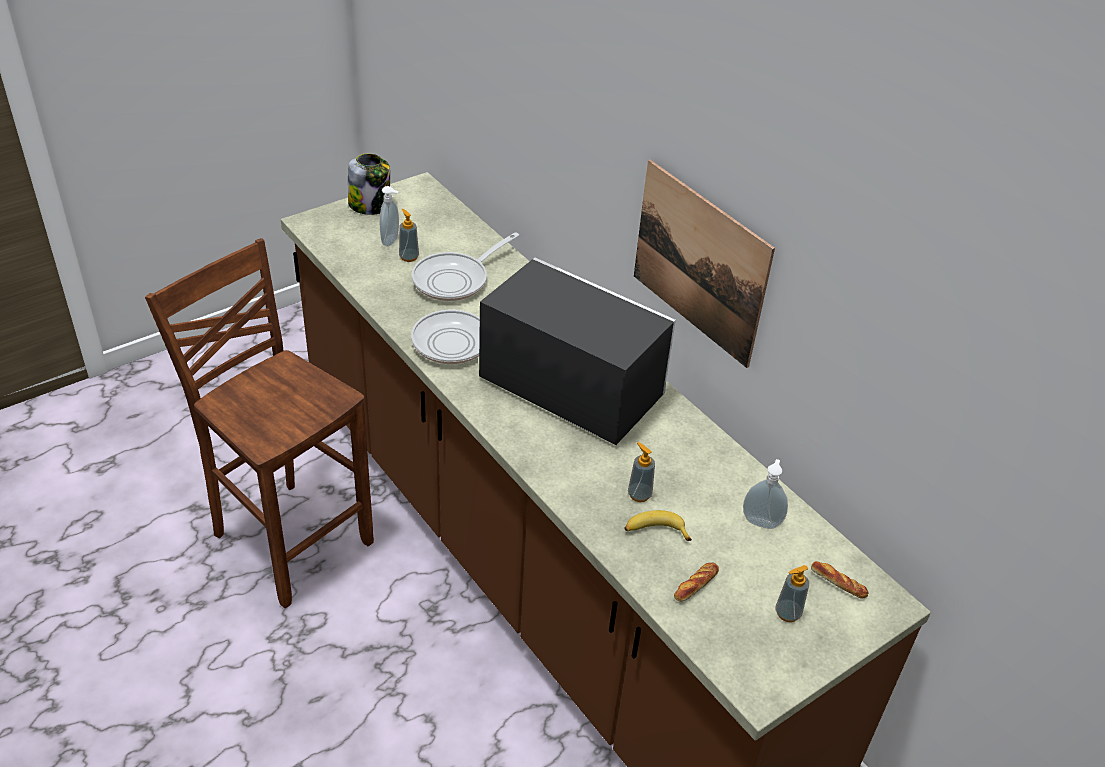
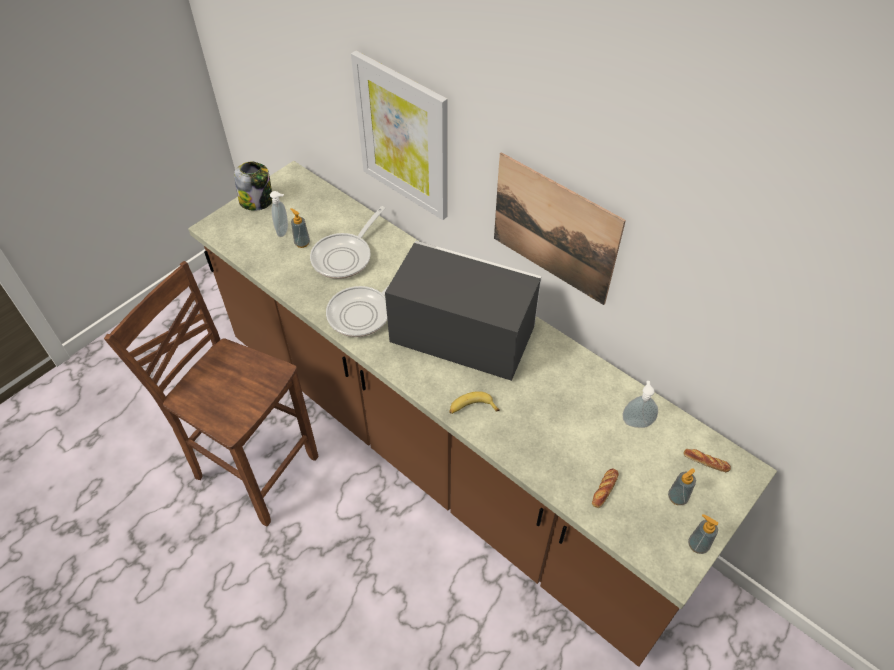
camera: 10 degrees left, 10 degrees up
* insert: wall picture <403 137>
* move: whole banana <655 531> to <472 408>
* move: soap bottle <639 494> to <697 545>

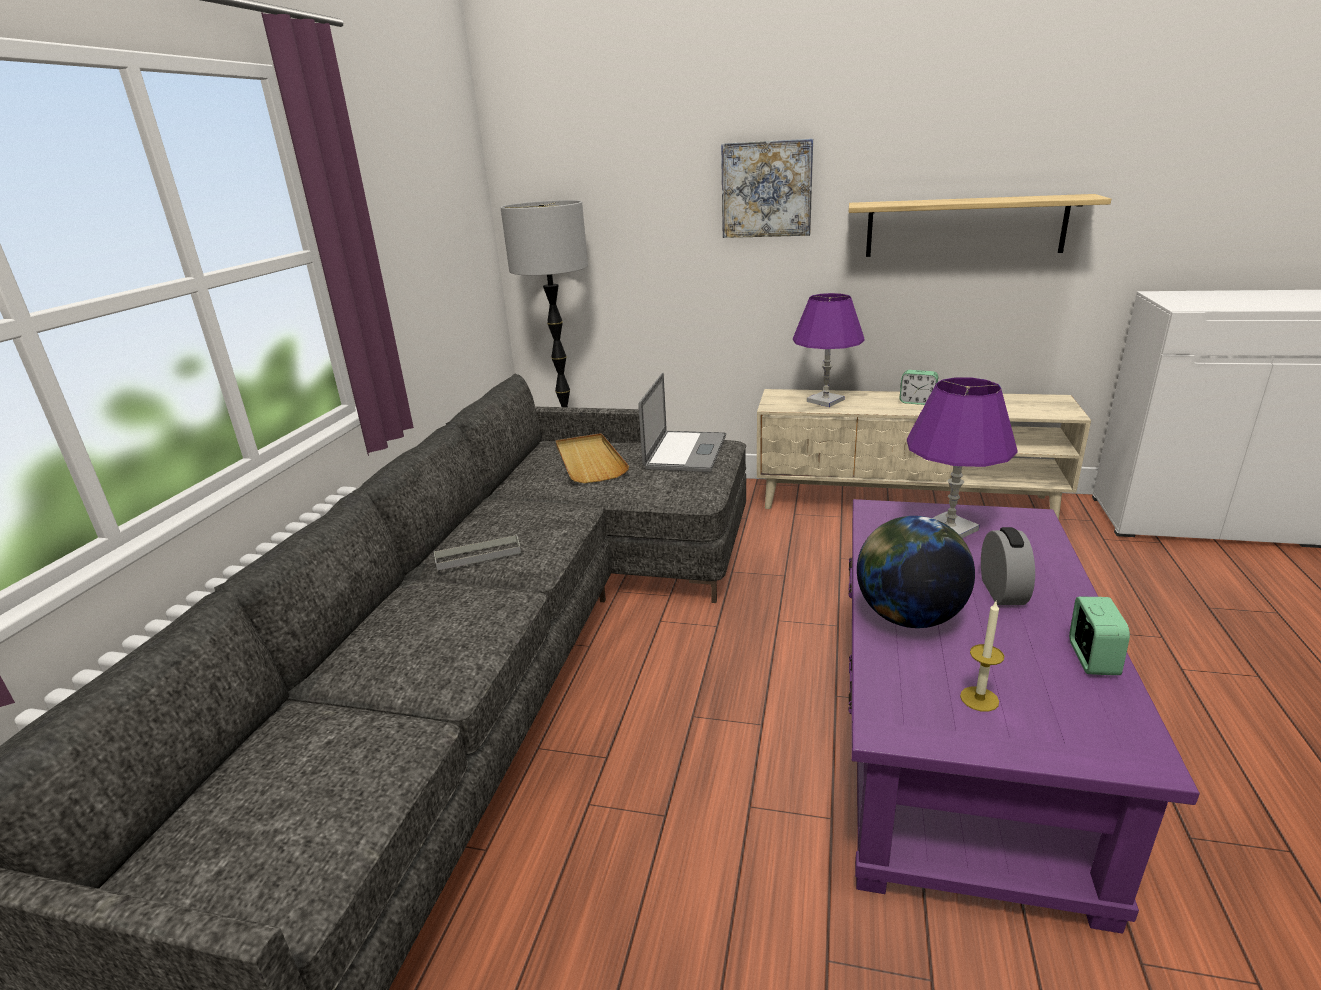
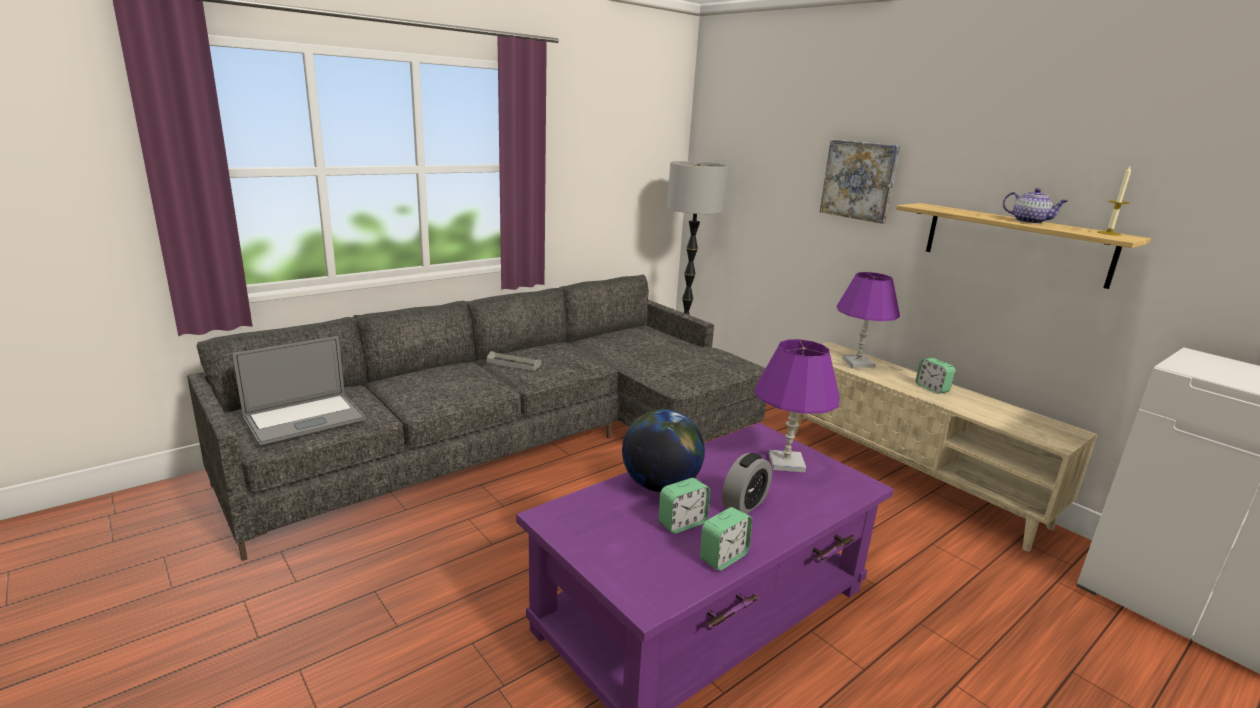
camera: 35 degrees right, 5 degrees down
* move: laptop <685 451> to <305 419>
* insert: table clock <682 523>
* insert: pot for tea <1030 222>
* move: candle <979 699> to <1109 233>
* delete: beige tray <589 461>

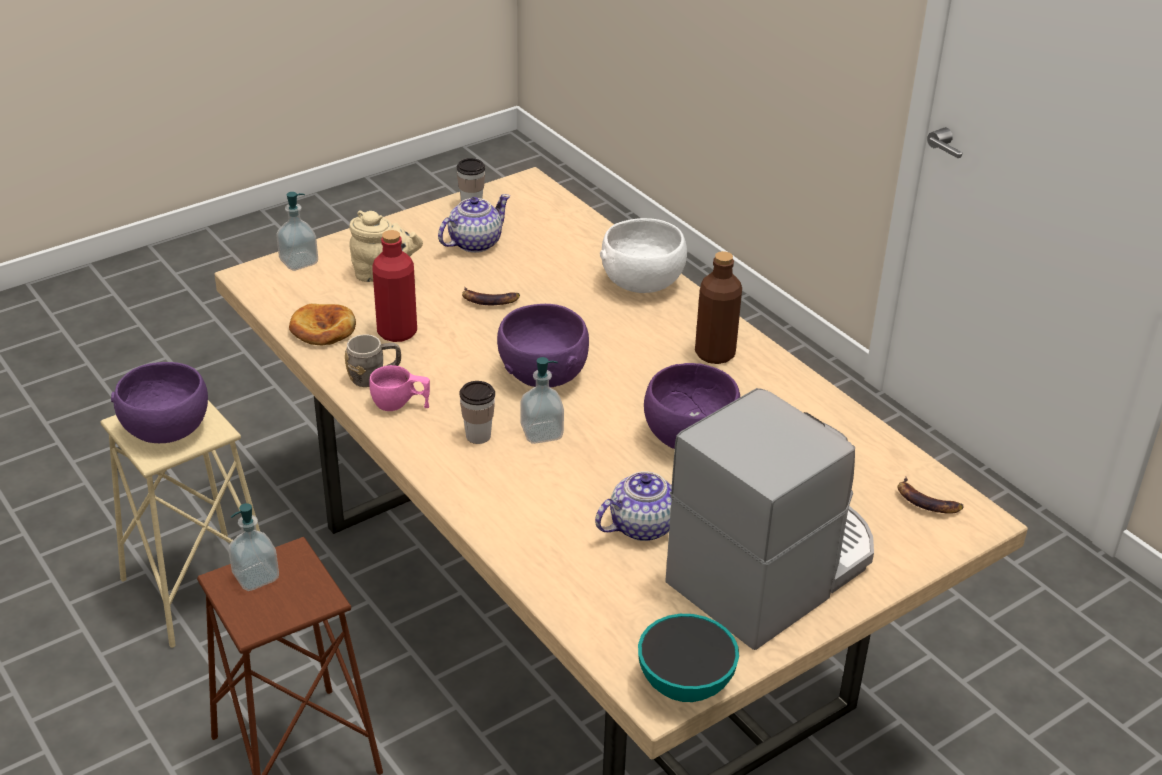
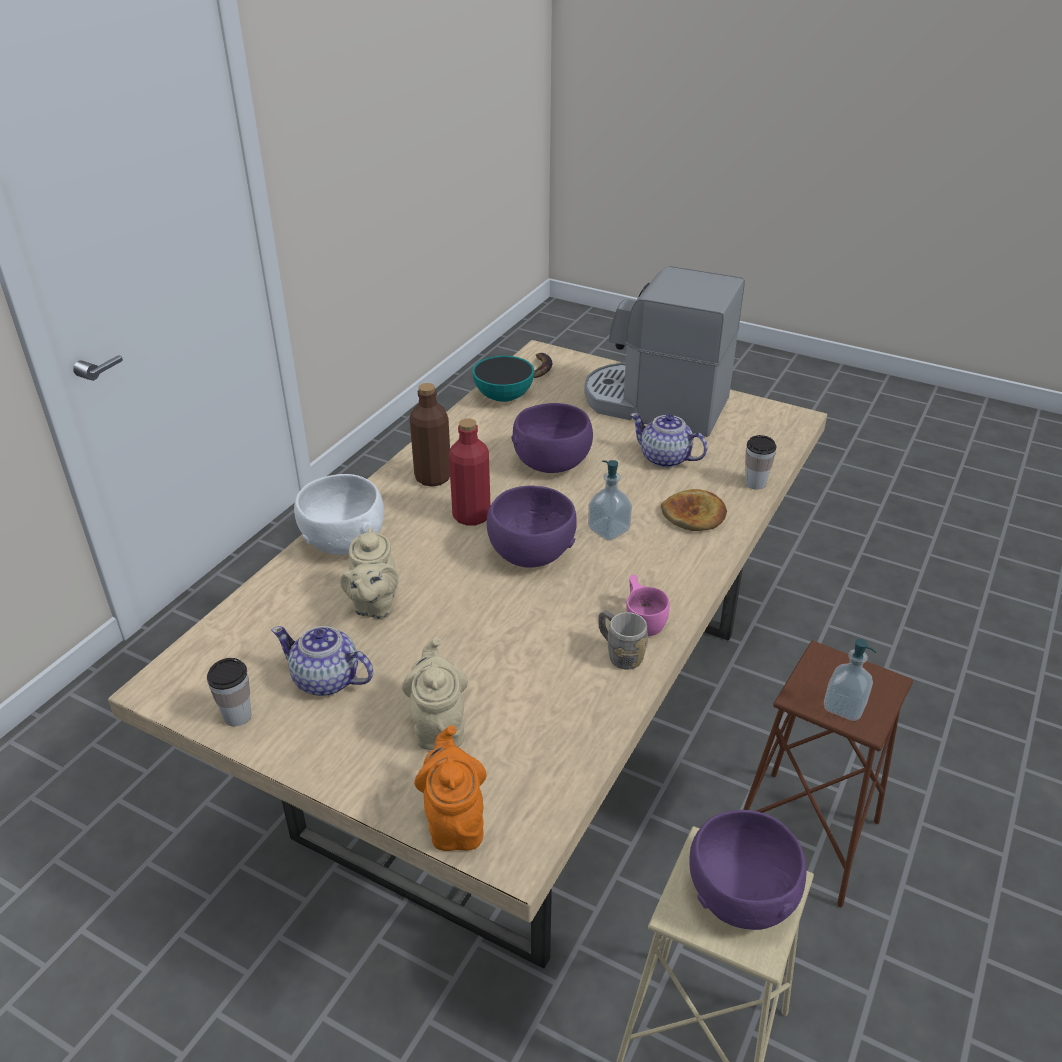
camera: 115 degrees left, 0 degrees up
* insert: beige pot for tea <374 605>
* replace: soap bottle <299 262> to orange pot for tea <454 821>
* move: red-coloured bottle <397 332> to <471 516>
* move: deep dish <685 684> to <503 397>
* move: bread <323 329> to <694 515>
* move: cup <478 436> to <755 483>
* delete: whole banana <489 300>

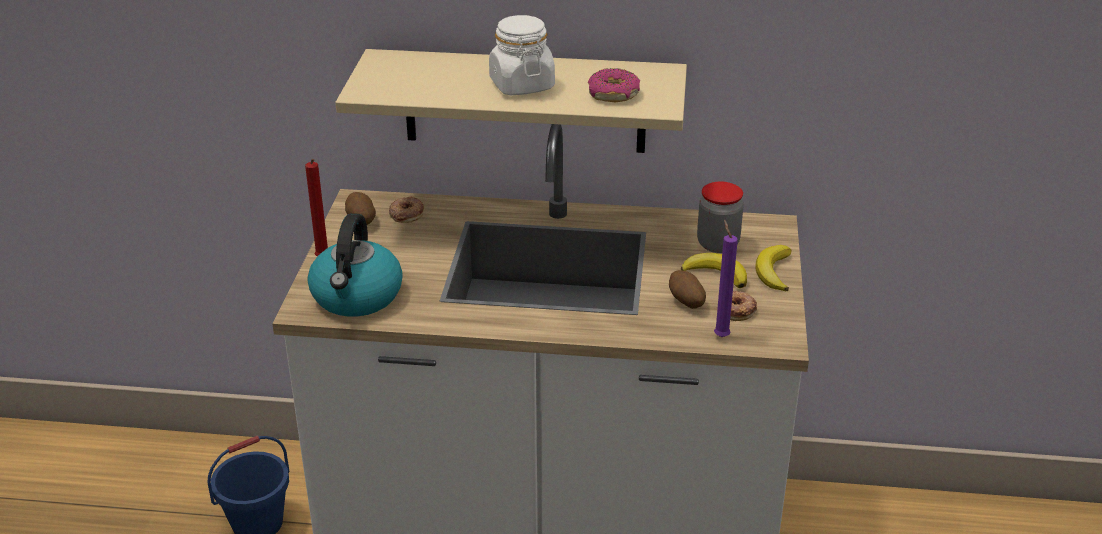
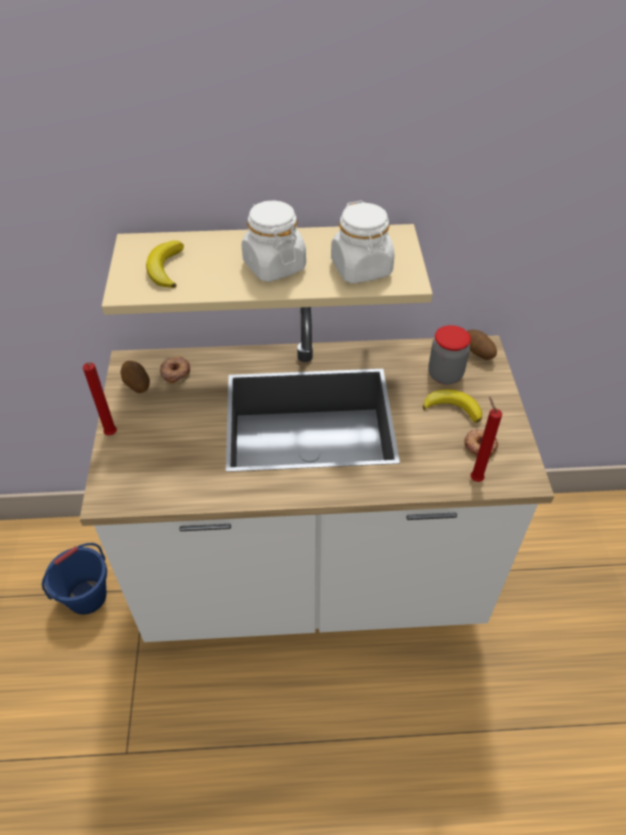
camera: 10 degrees left, 15 degrees up
* move: whole banana <773 272> to <165 268>
* replace: ring doughnut <614 94> to whitish jar <361 268>
* move: spud <686 302> to <478 353>
* recolor: purplish candle <720 335> to red-coloured candle <474 478>
* delete: kettle <357 297>

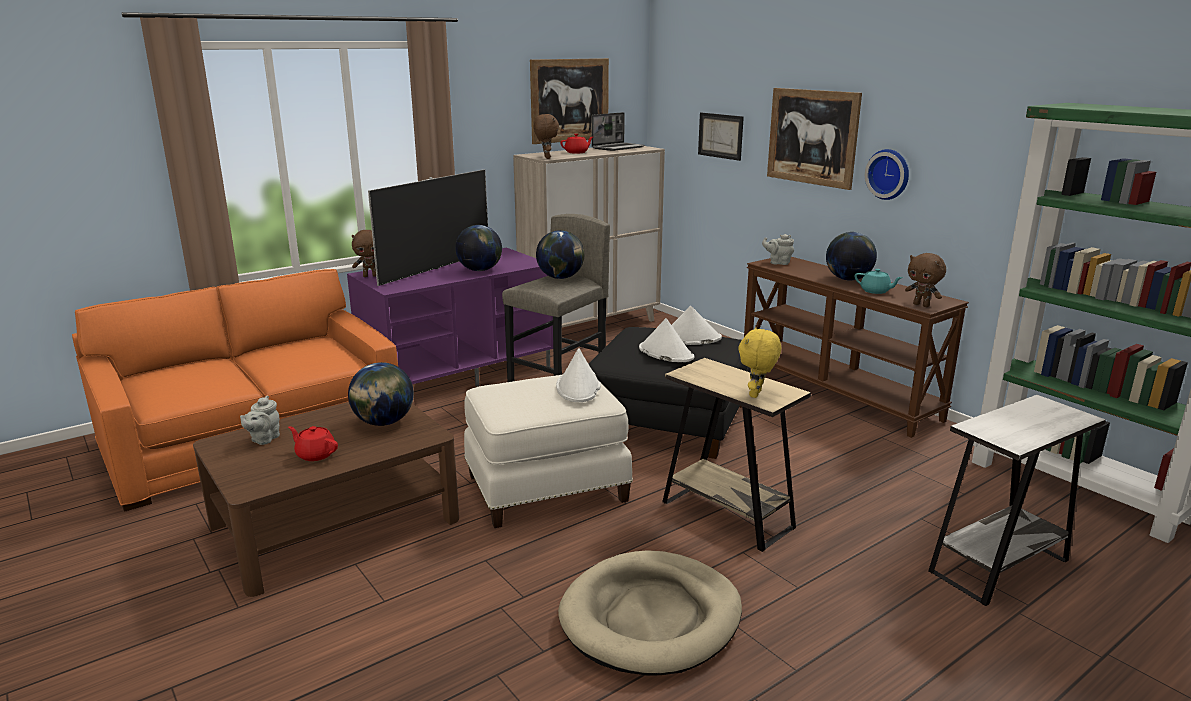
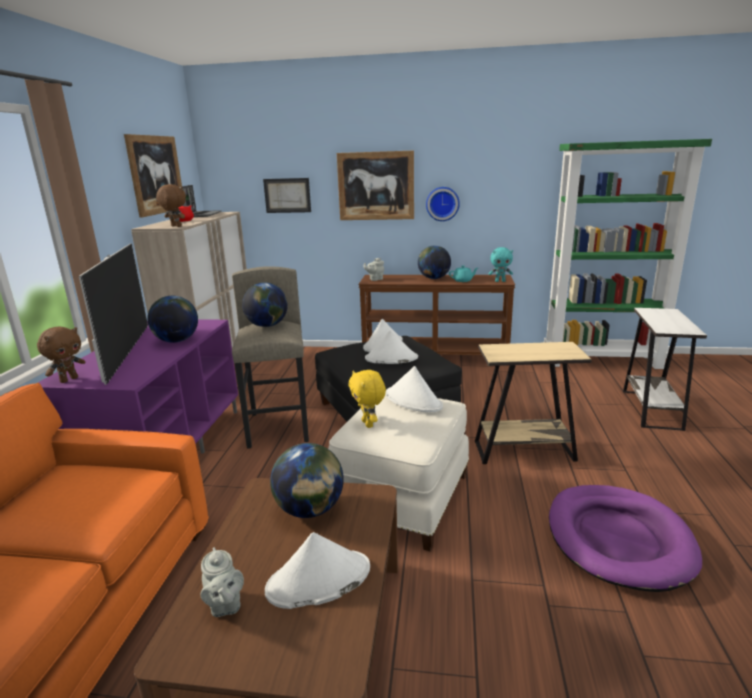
camera: 45 degrees left, 0 degrees up
* replace: red-coloured pot for tea <315 454> to whitish clothing hat <318 580>
* move: yellow-coloured cuddly toy <756 394> to <368 424>
* recolor: brown cuddly toy <921 305> to turquoise cuddly toy <500 281>
* recolor: beige dog cushion <651 618> to purplish dog cushion <618 539>

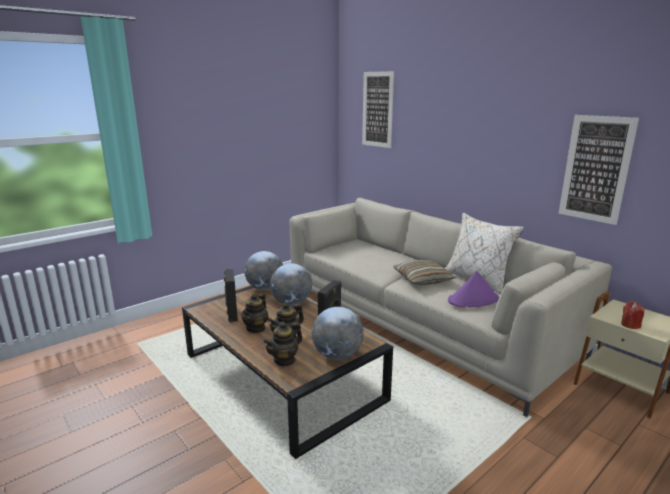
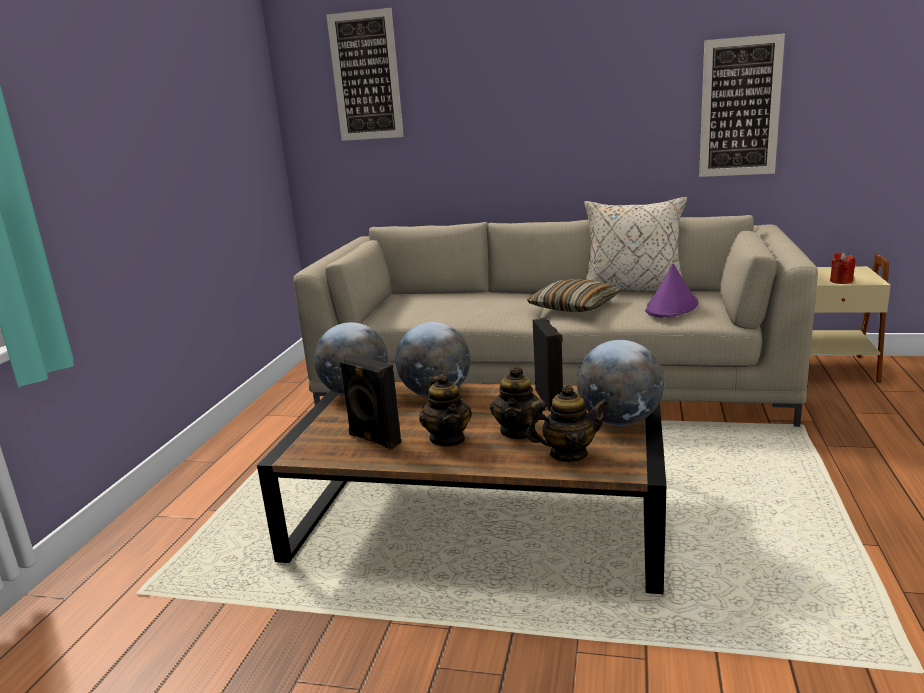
camera: 35 degrees left, 0 degrees up
* rotate: pot for tea <284 360> = <568 454> 105 degrees counterclockwise

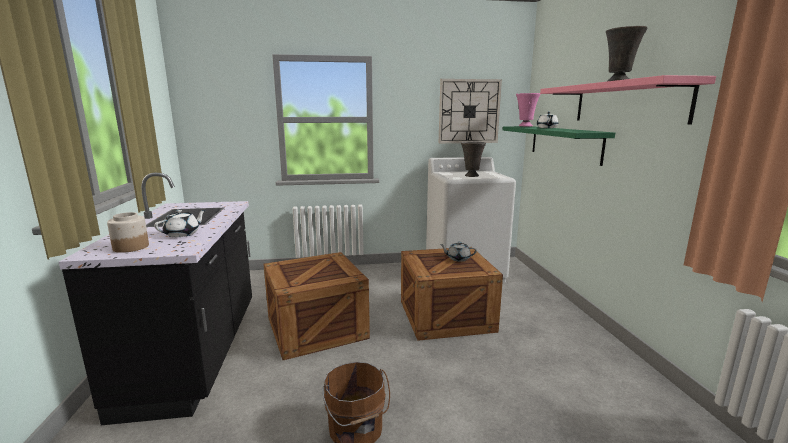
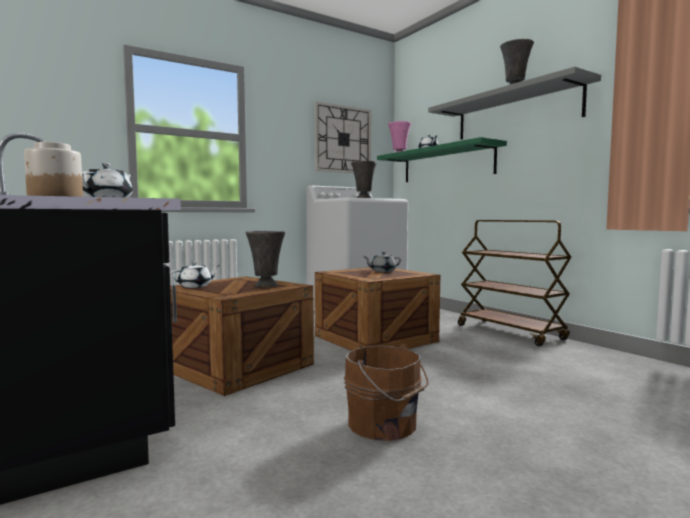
camera: 25 degrees left, 10 degrees down
* insert: whitish pot for tea <196 286>
* insert: grey decorative vase <266 286>
* recolor: pinkish bracket shelf <626 103> to grey bracket shelf <515 113>
* insert: brown cart <510 332>

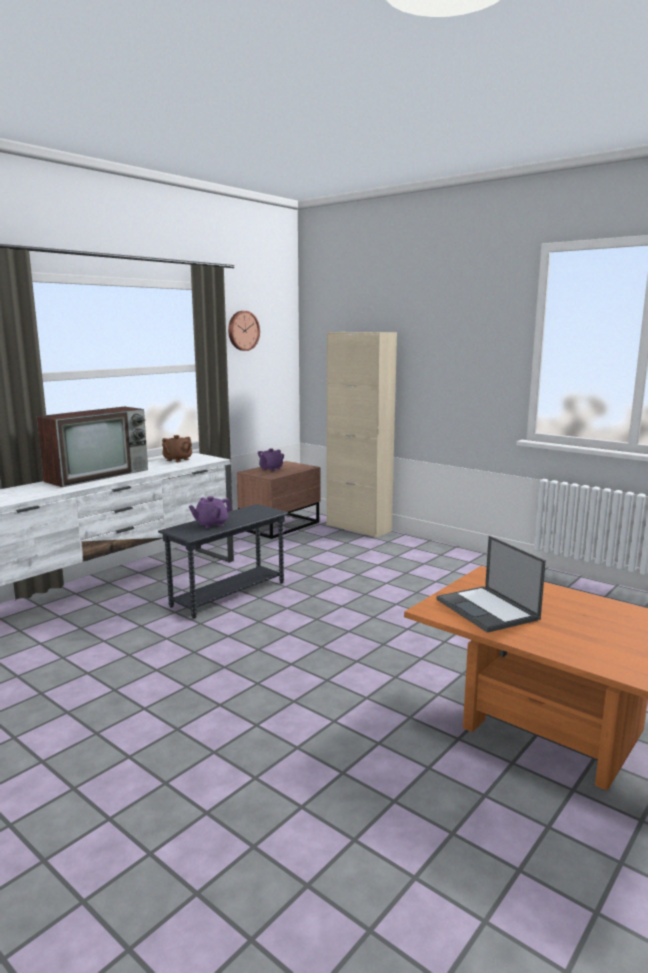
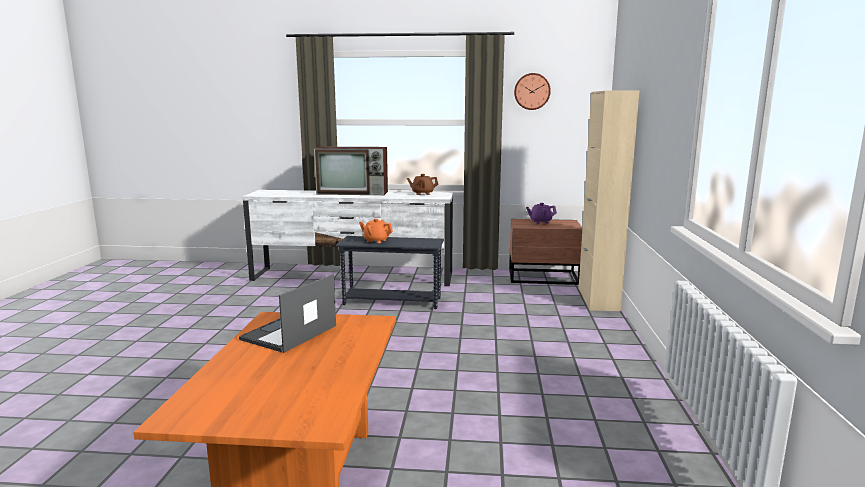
camera: 55 degrees right, 0 degrees up
* recolor: purplish pot for tea <211 524> to orange pot for tea <376 240>

